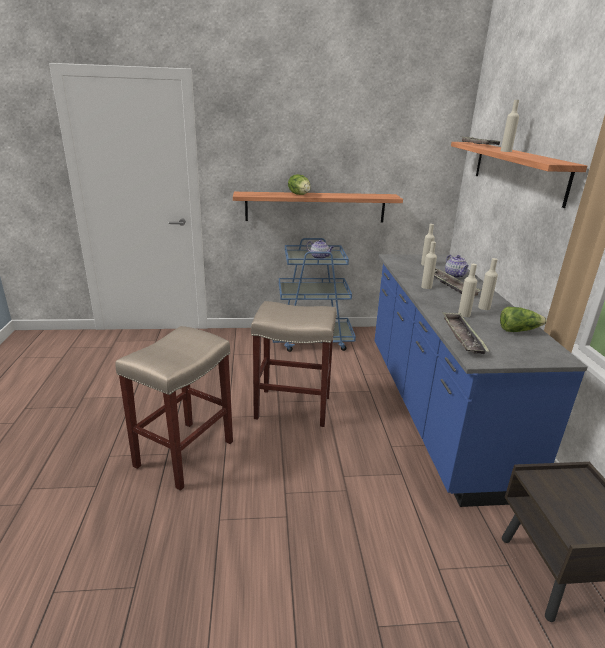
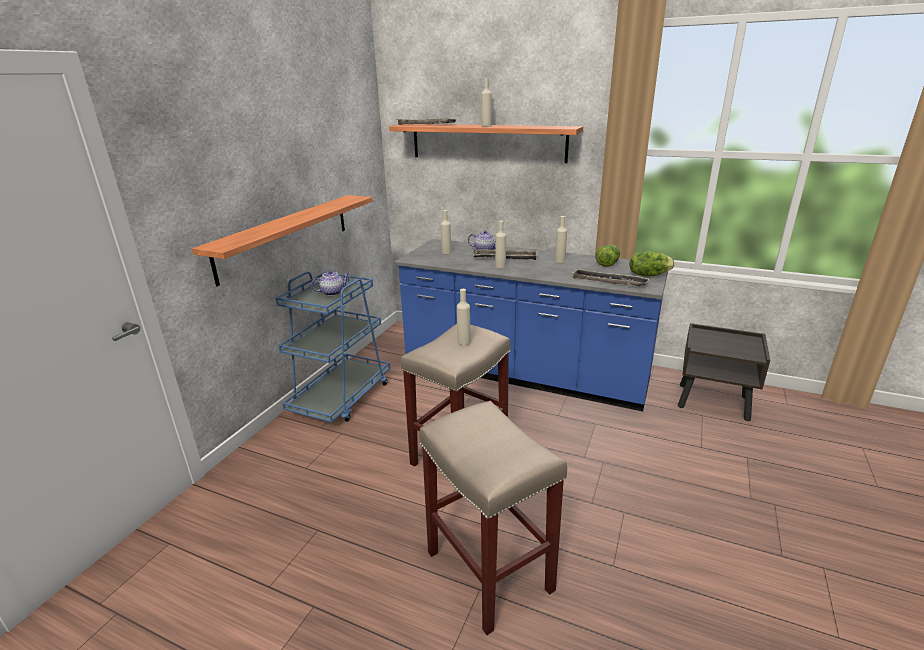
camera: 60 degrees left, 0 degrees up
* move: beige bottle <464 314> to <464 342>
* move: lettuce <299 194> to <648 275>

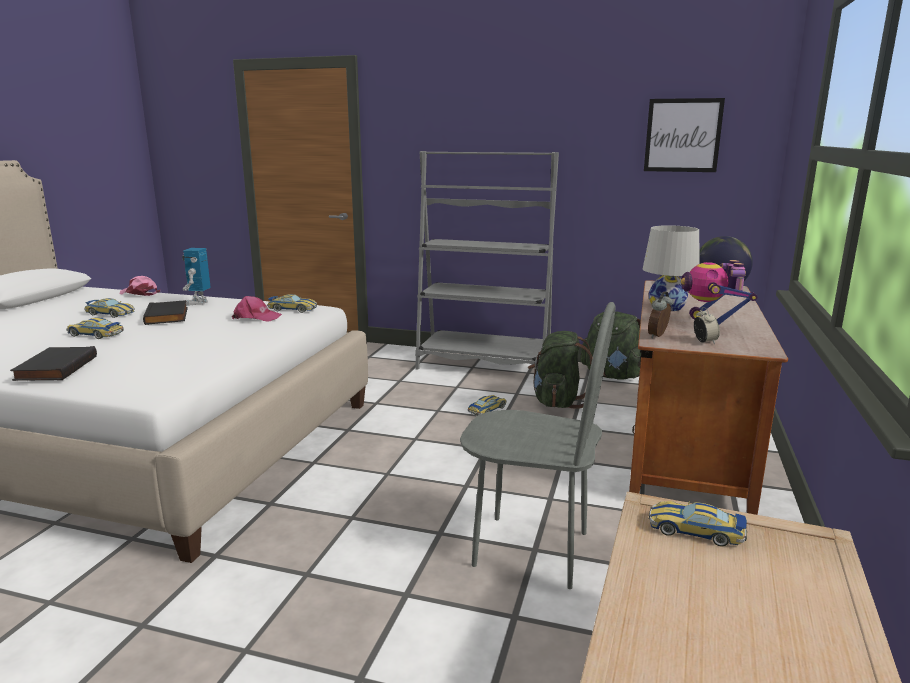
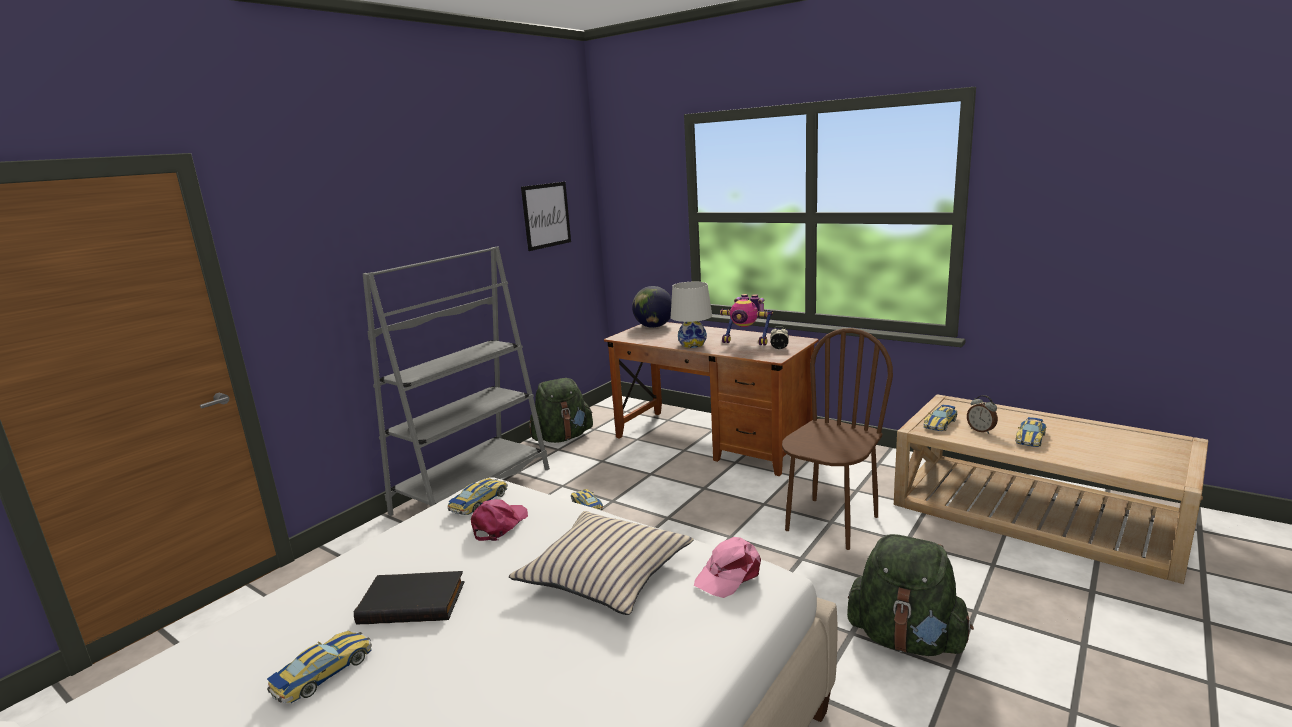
camera: 70 degrees left, 0 degrees up
* insert: beige cushion <605 574>
* move: pinkish baseball cap <139 293> to <729 574>
* recolor: grey upright chair <531 549> to brown upright chair <831 523>
* move: greenish rucksack <557 402> to <906 639>
* move: table clock <658 336> to <981 430>
* move: toy car <96 334> to <1030 438>
* delete: blackish bound book <55 368>
* delete: toy robot <198 303>

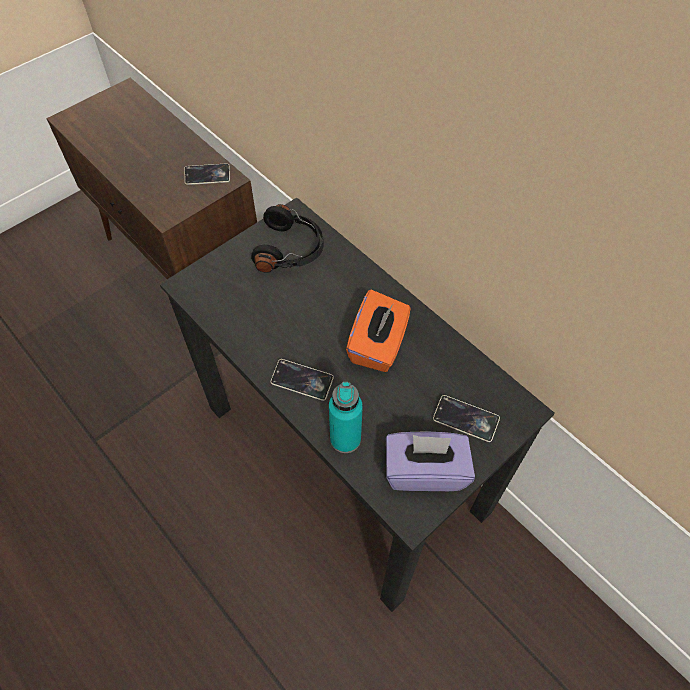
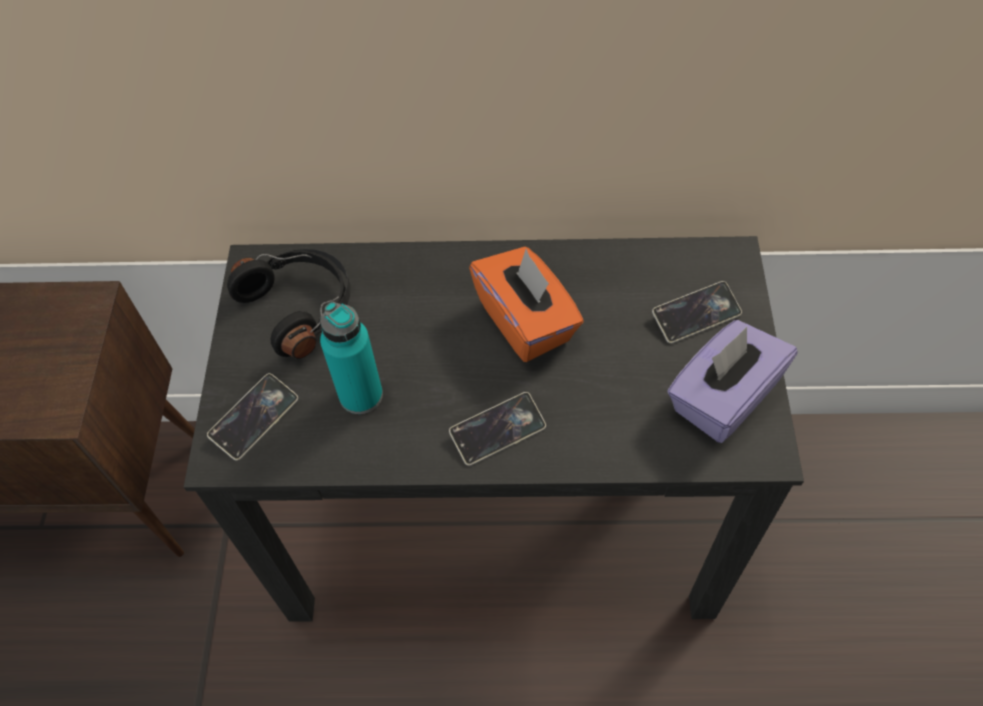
camera: 45 degrees left, 0 degrees up
* move: phone <207 176> to <255 419>
* move: turquoise bottle <345 439> to <361 395>

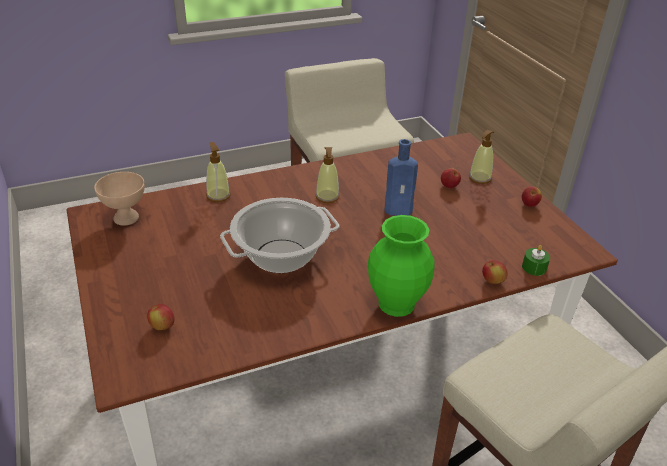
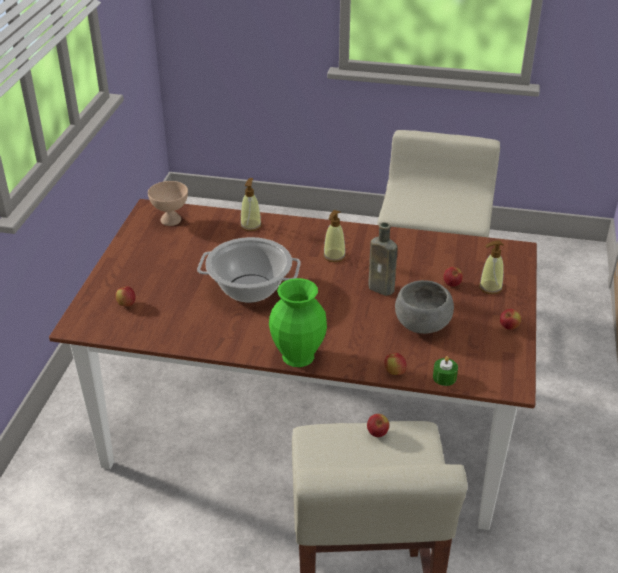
camera: 35 degrees right, 0 degrees up
* insert: apple fruit <377 433>
* recolor: blue bottle <400 210> to brown bottle <383 289>
* insert: grey deep dish <422 325>

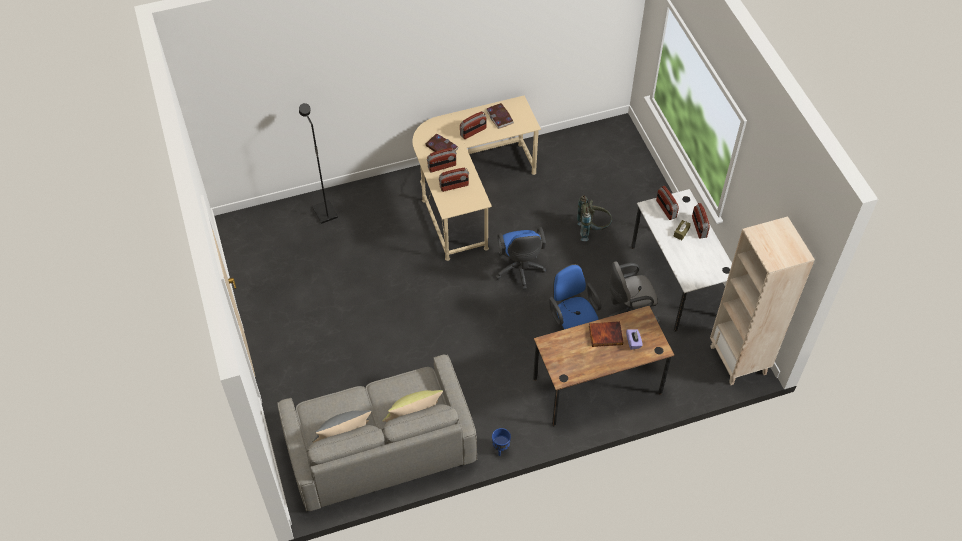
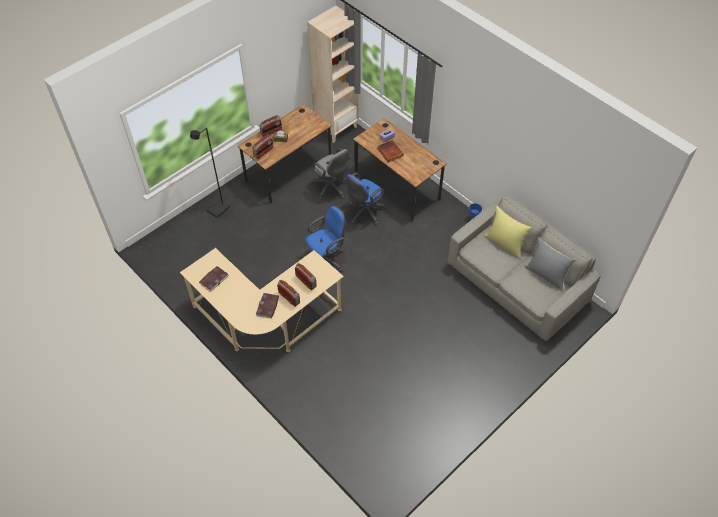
camera: 115 degrees left, 0 degrees up
* move: blackish standard lamp <324 213> to <218 209>
* recolor: whitish desk <677 281> to brown desk <289 171>
* delete: radio <473 132>
* delete: grey rucksack <592 229>

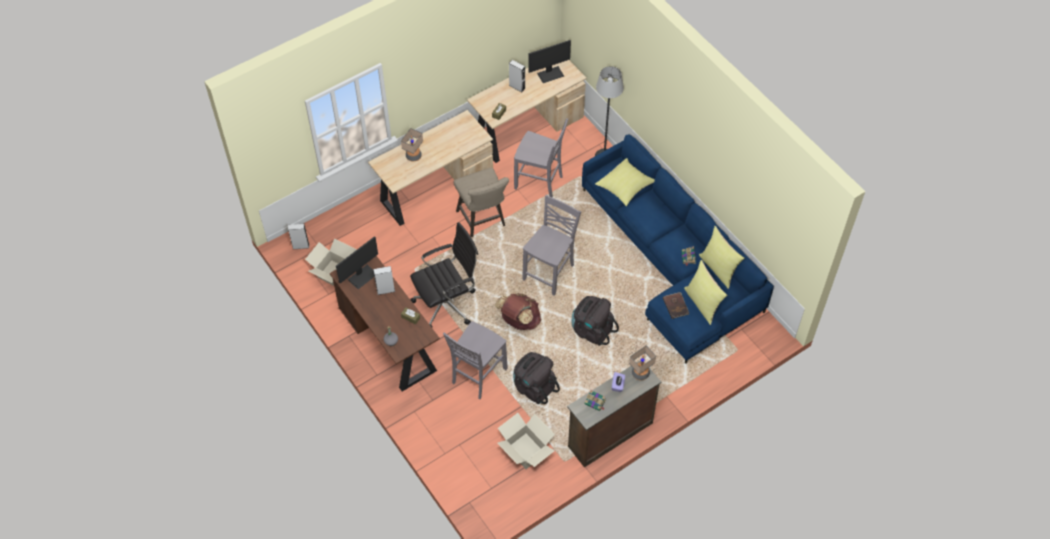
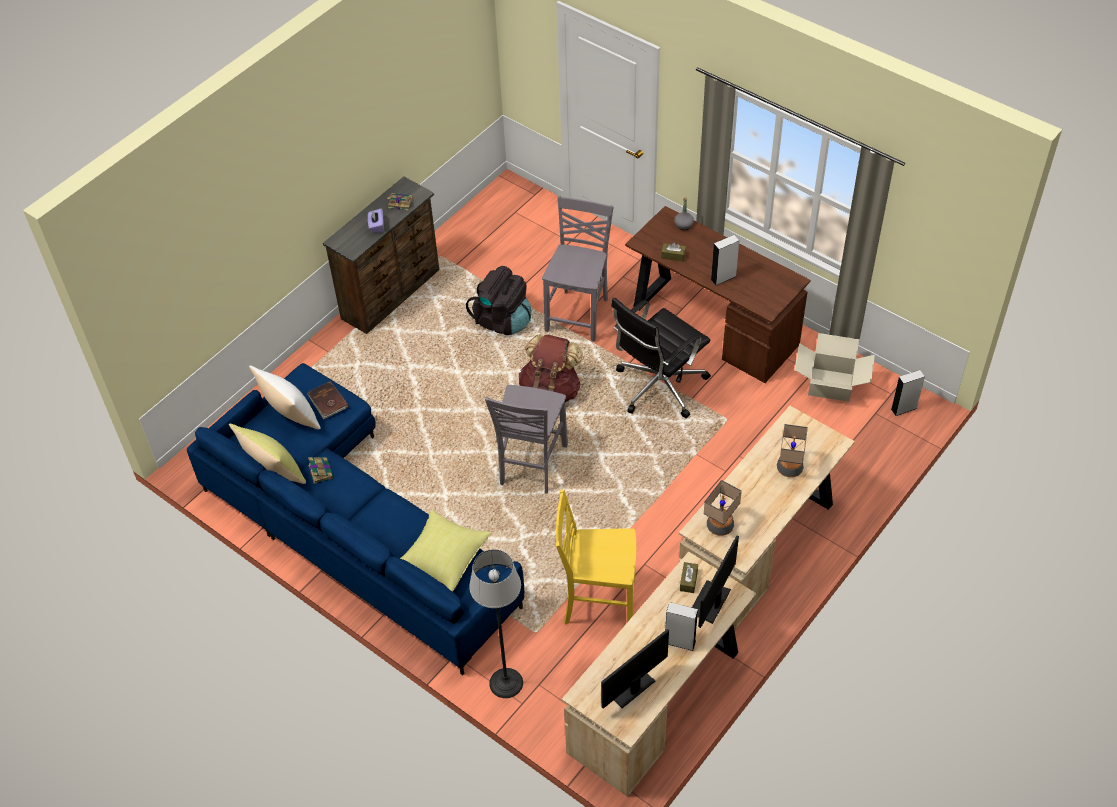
camera: 165 degrees right, 5 degrees down
* recolor: yellow-coloured cushion <703 303> to whitish cushion <289 415>
* recolor: grey upright chair <539 182> to yellow-coloured upright chair <598 602>
* move: computer display <362 276> to <710 602>
* move: lamp for a table <640 373> to <720 526>
* delete: beige stool <483 221>
* delete: carton <525 451>
* delete: blackish rucksack <592 330>

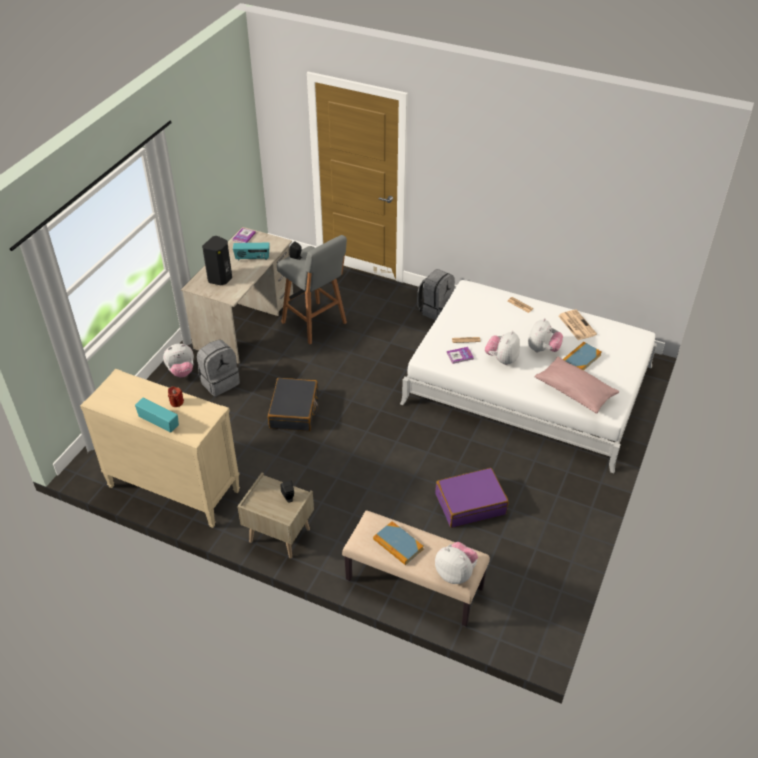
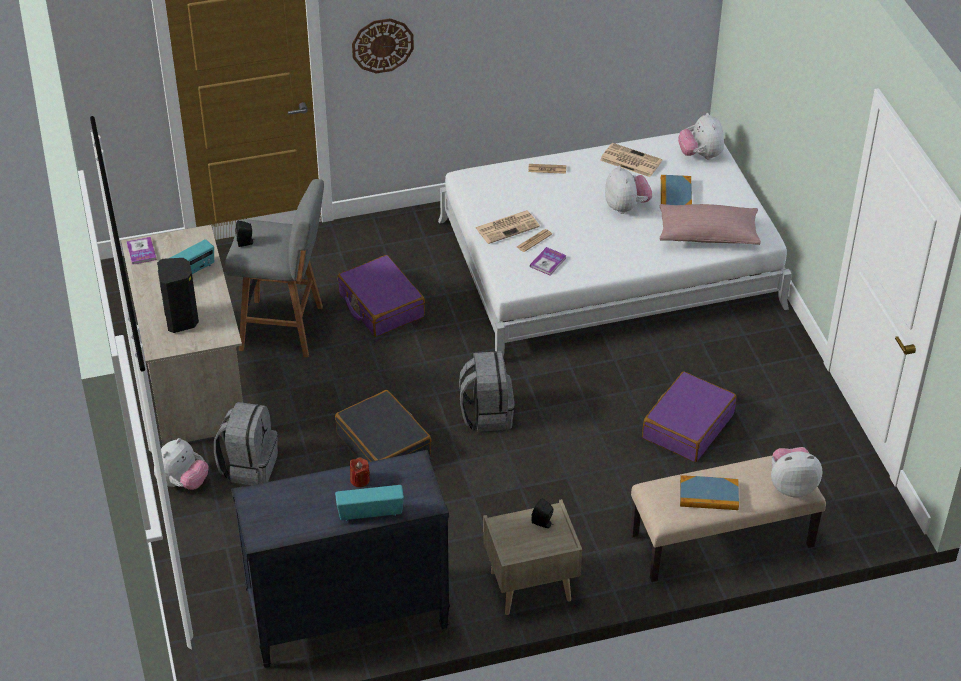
camera: 40 degrees left, 0 degrees up
* recolor: beige drawer chest <173 489> to blackish drawer chest <347 618>
* insert: purplish travel case <381 305>
* insert: wall clock <382 45>
* move: grey rucksack <436 310> to <486 414>
* insert: newspaper <507 227>
* move: cuddly toy <502 359> to <700 155>

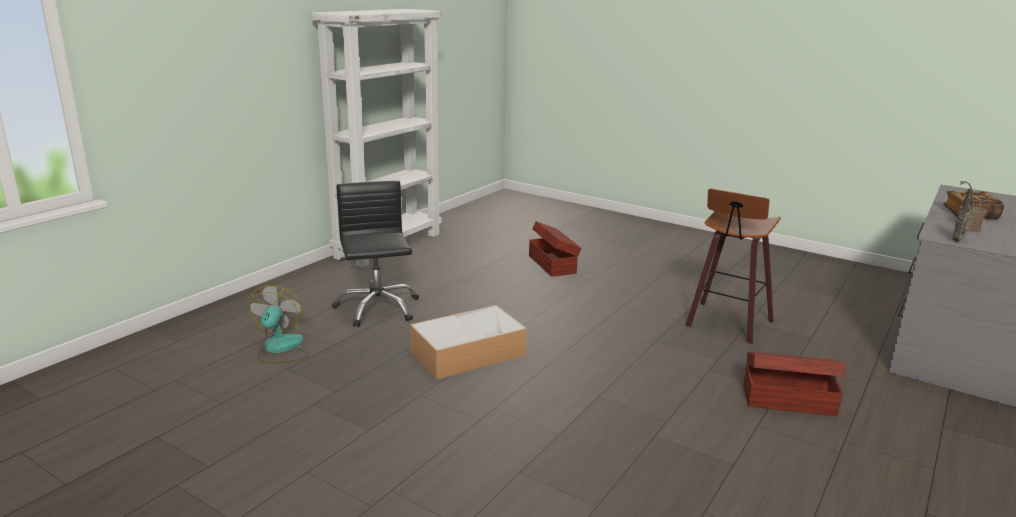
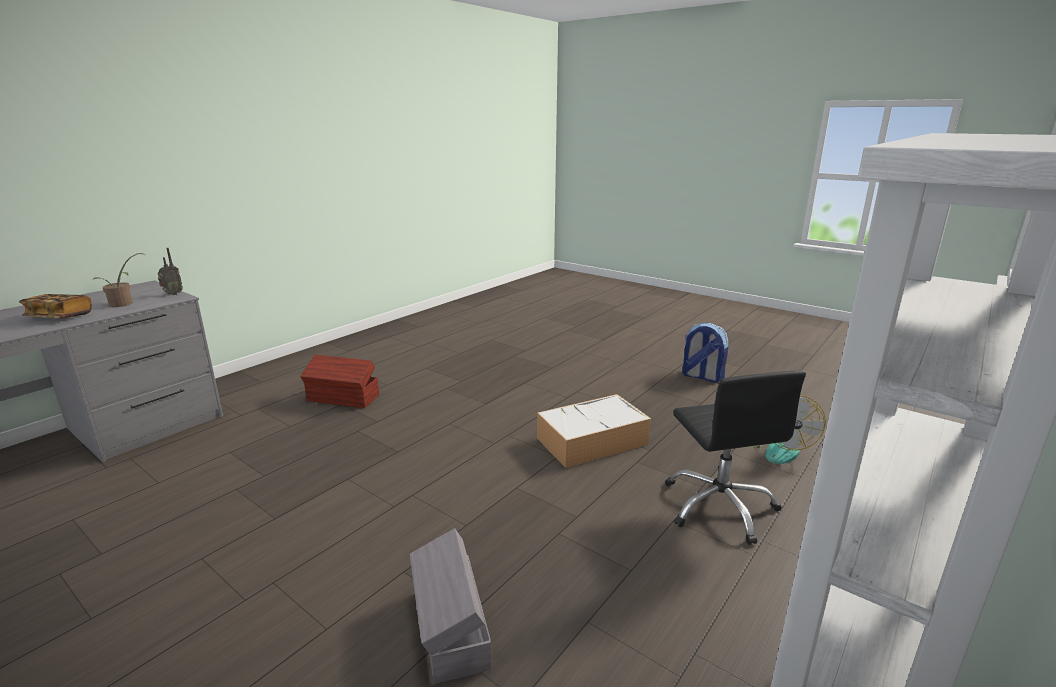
camera: 175 degrees left, 0 degrees up
* recolor: brown storage bin <552 264> to grey storage bin <451 628>
* insert: rucksack <701 376>
* delete: stool <727 324>

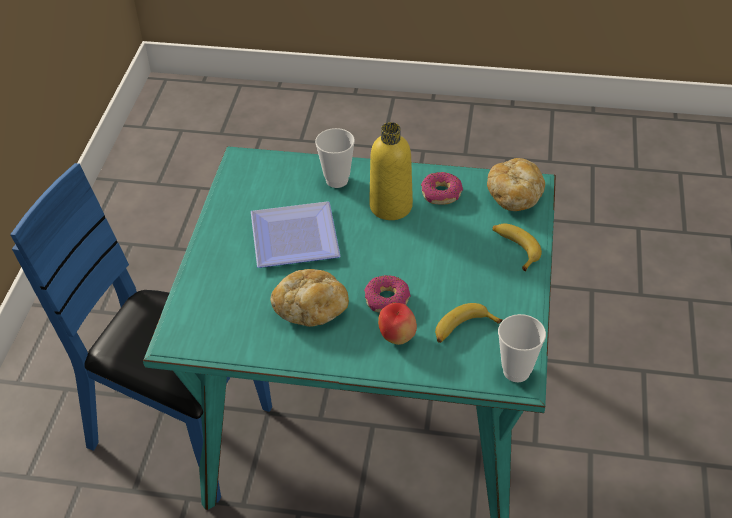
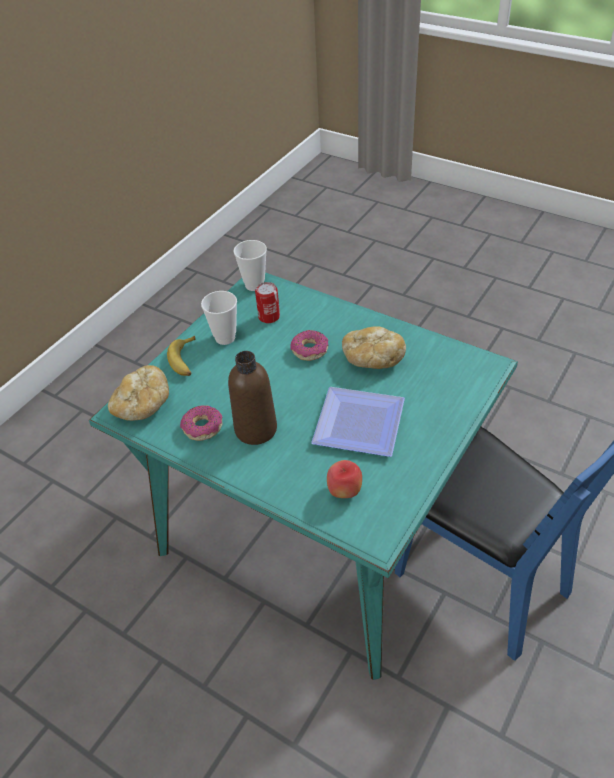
camera: 155 degrees left, 0 degrees up
* move: cup <337 180> to <225 338>
* recolor: yellow-coloured bottle <391 206> to brown bottle <256 429>
* replace: whole banana <463 329> to sealed can <269 317>
* move: apple fruit <397 337> to <344 491>

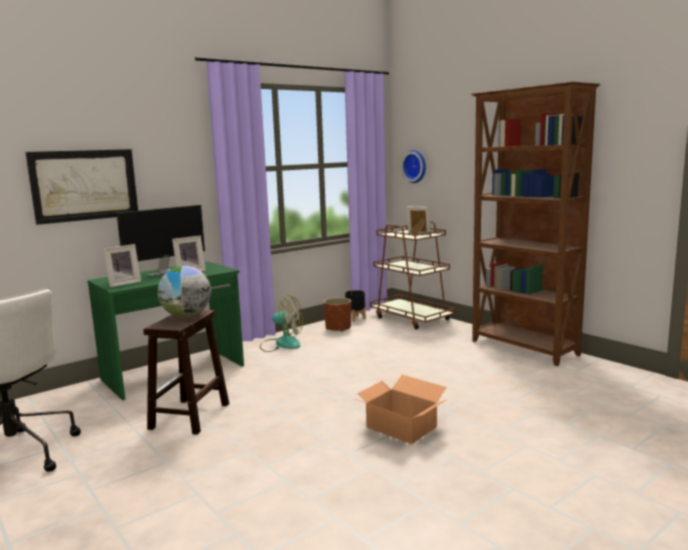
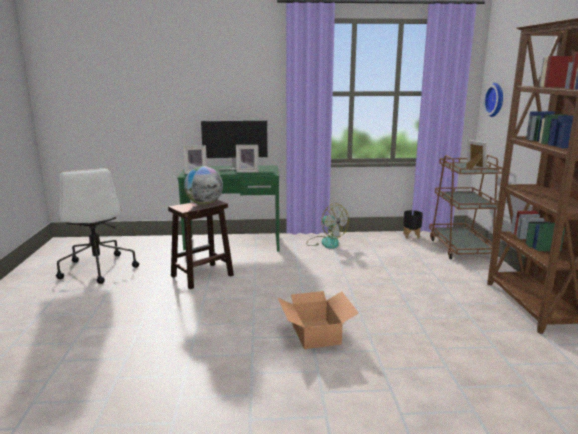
camera: 35 degrees right, 5 degrees up
* delete: wall picture <84 185>
* delete: brown flower pot <338 328>

